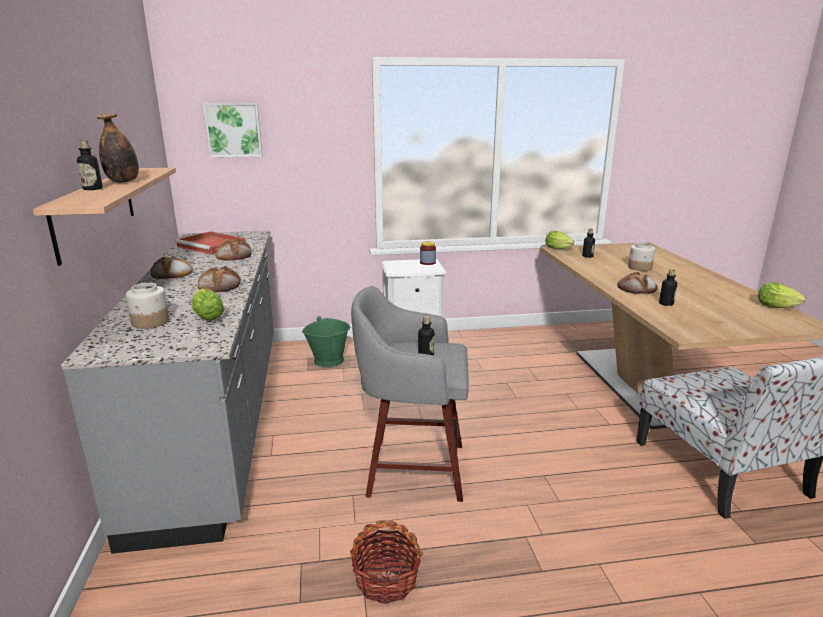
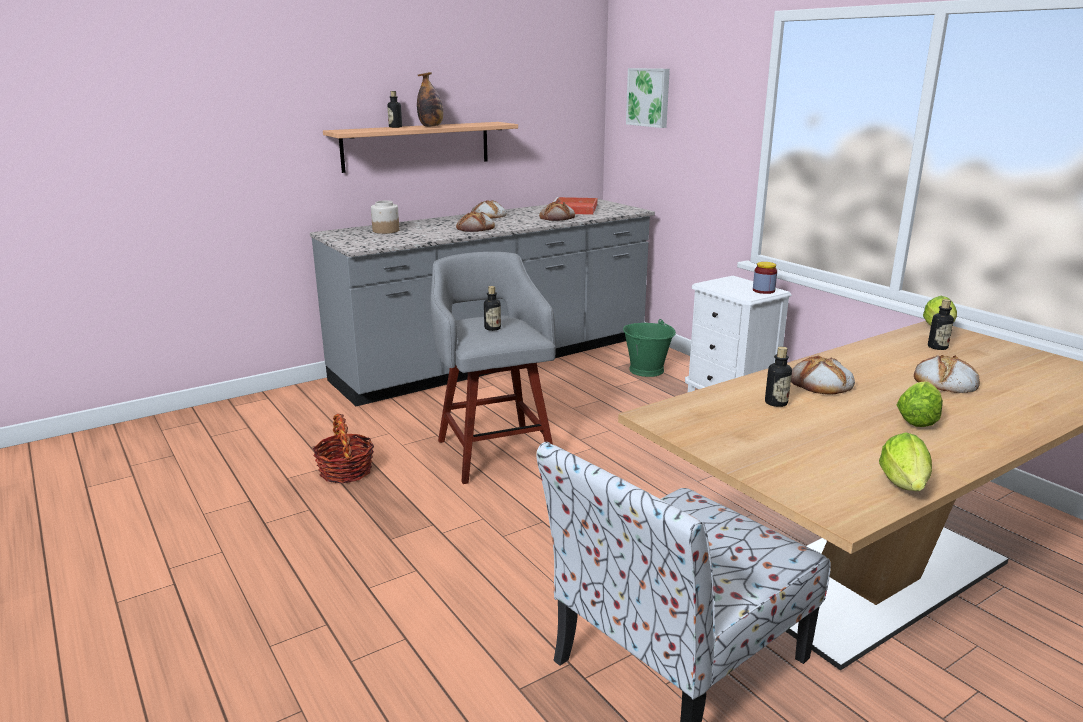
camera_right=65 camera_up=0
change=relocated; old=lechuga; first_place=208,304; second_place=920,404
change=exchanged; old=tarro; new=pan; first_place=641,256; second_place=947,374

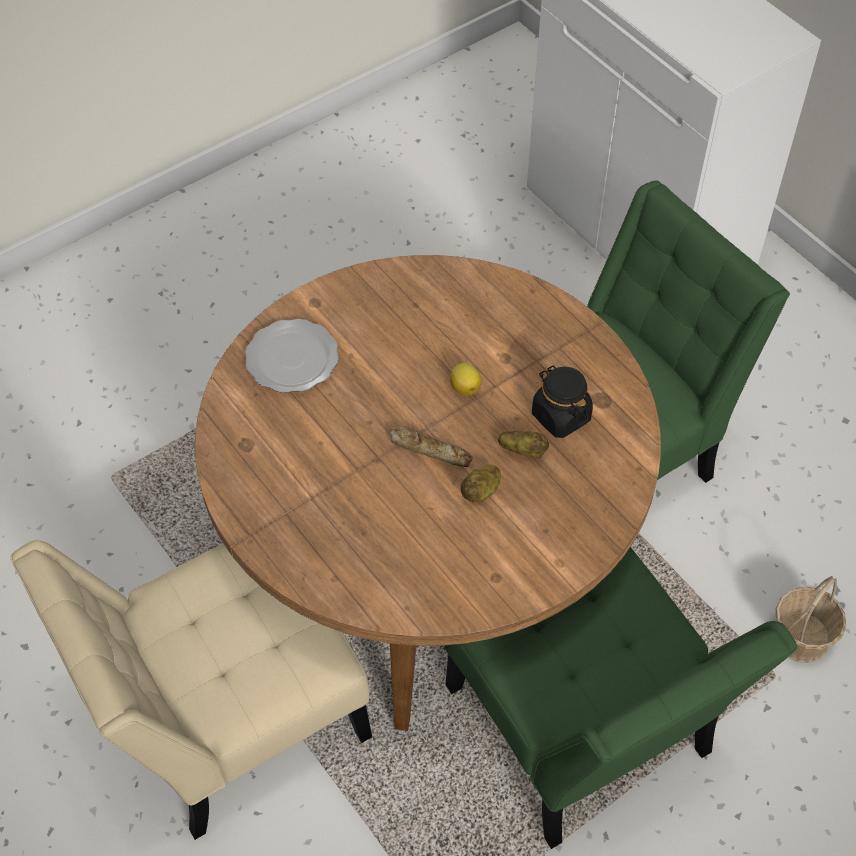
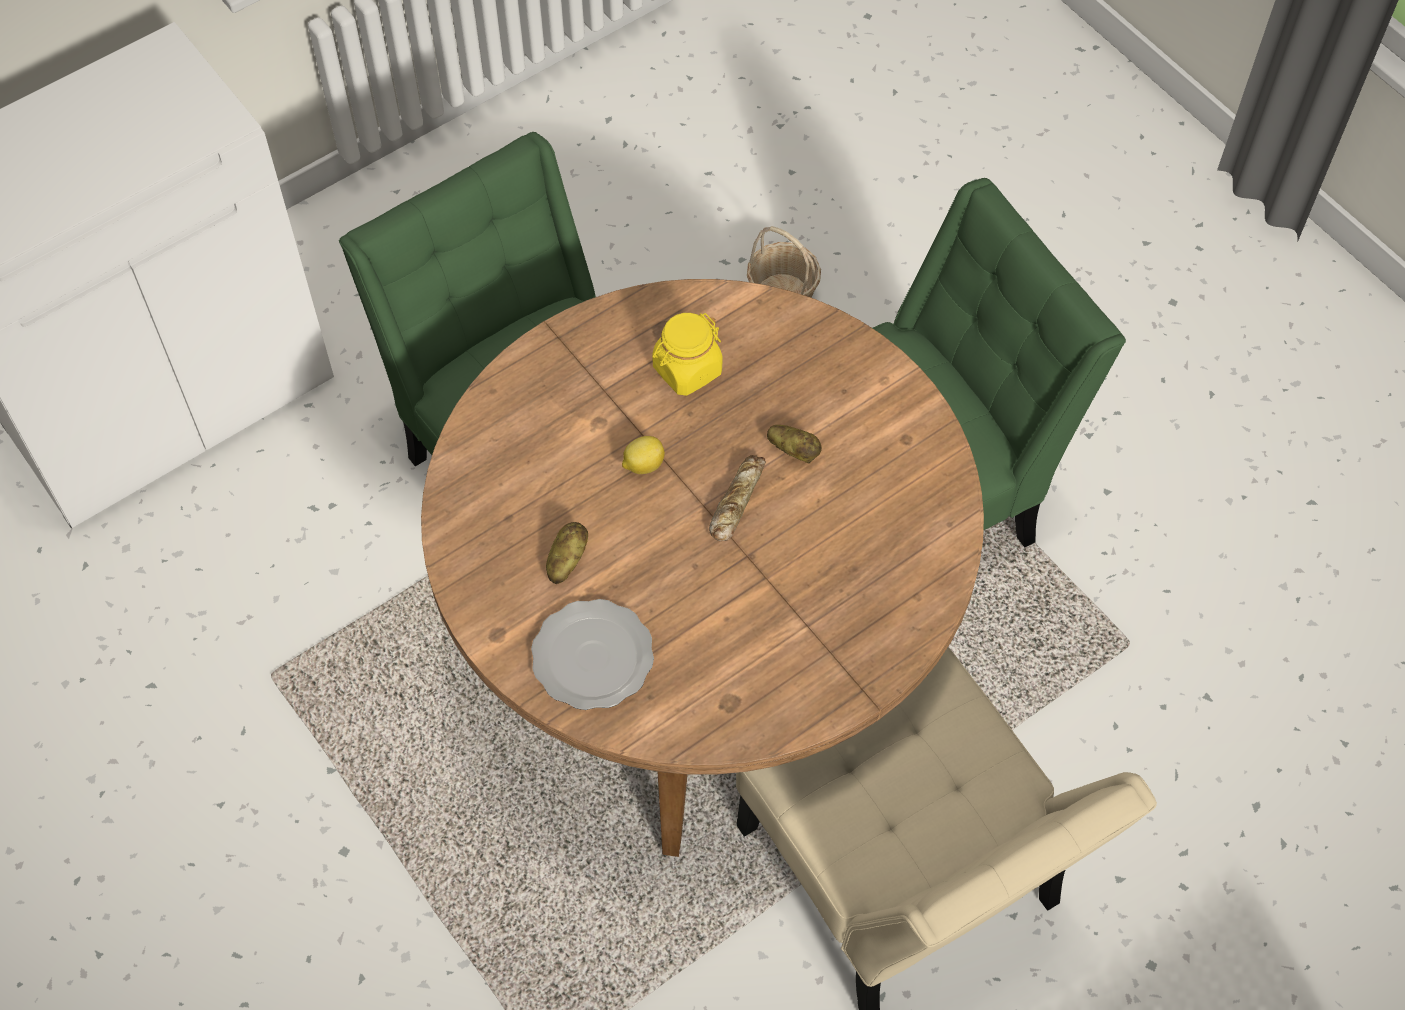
camera_right=-90 camera_up=5
change=relocated; old=patata; first_place=523,444; second_place=567,553
change=colour; old=tarro (negro); new=tarro (amarillo); first_place=562,401; second_place=687,354

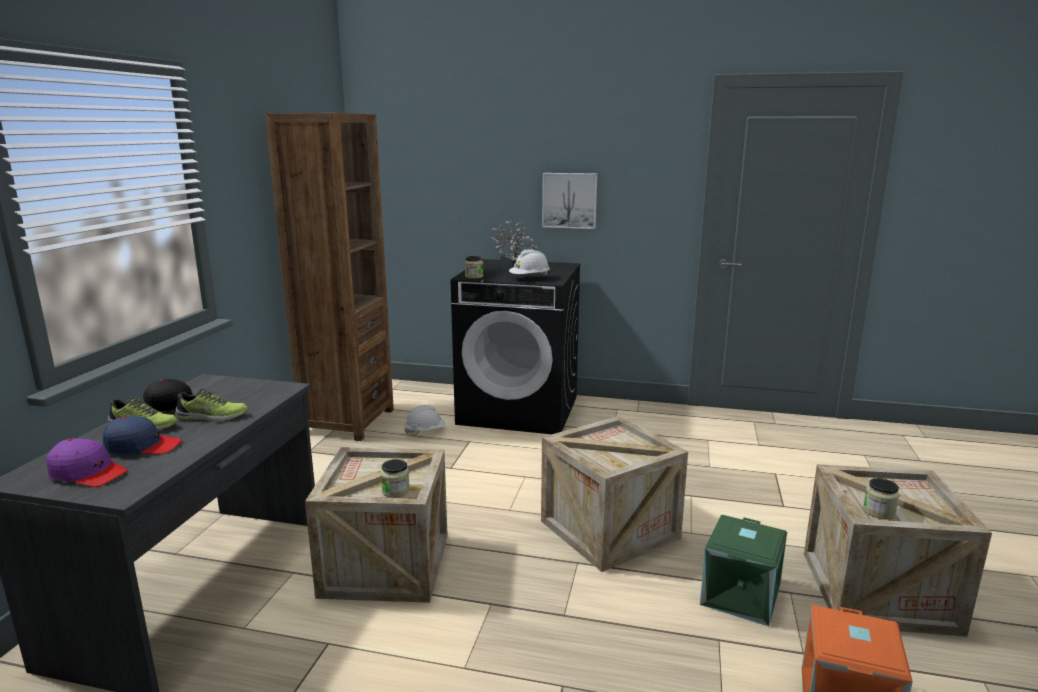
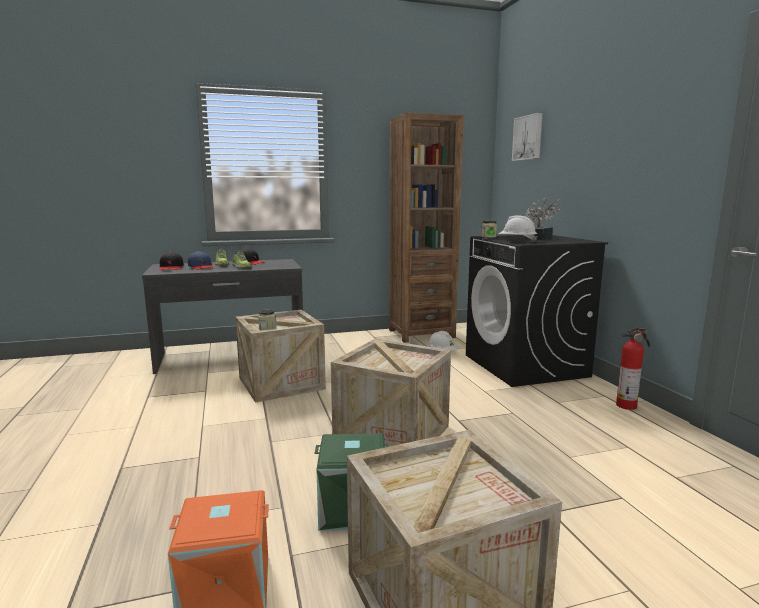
camera_right=60 camera_up=-5
change=colour; old=gorra (morado); new=gorra (negro); first_place=87,462; second_place=171,260
change=relocated; old=cuadro; first_place=569,201; second_place=527,137
change=missing; old=tarro; first_place=881,498
change=appeared; new=extintor; second_place=633,369

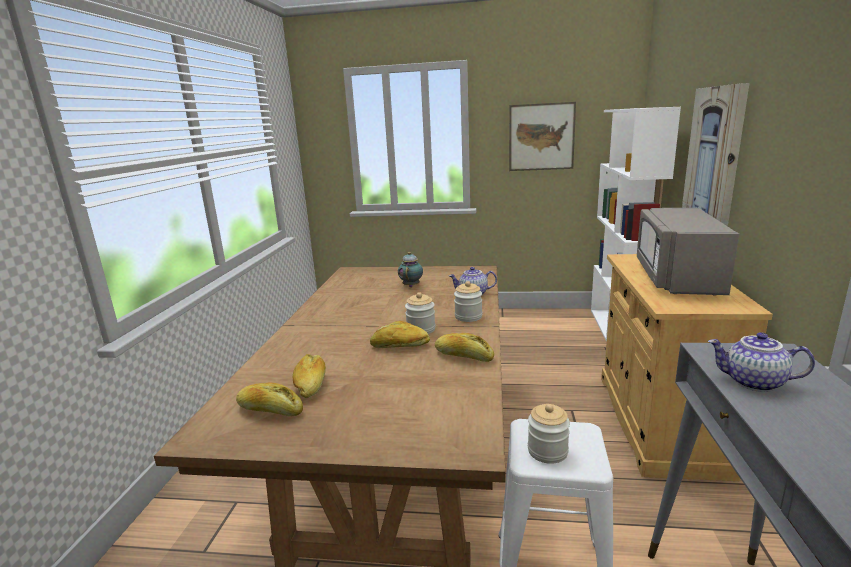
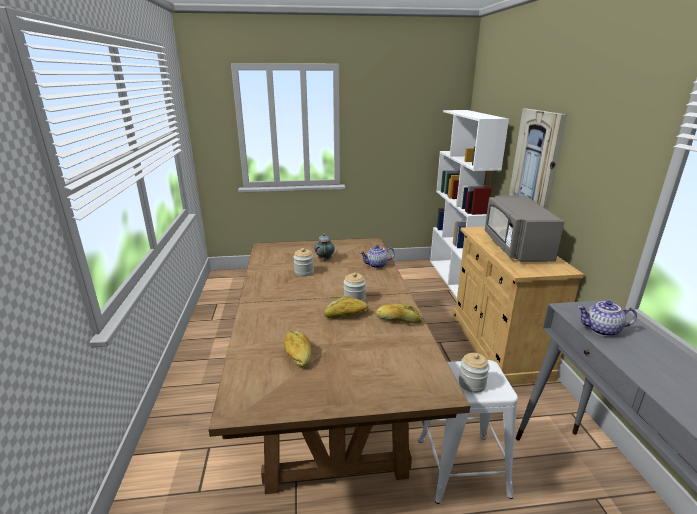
camera_right=-15 camera_up=5
change=missing; old=pan; first_place=269,399
change=relocated; old=tarro; first_place=468,301; second_place=304,262
change=missing; old=cuadro; first_place=542,136

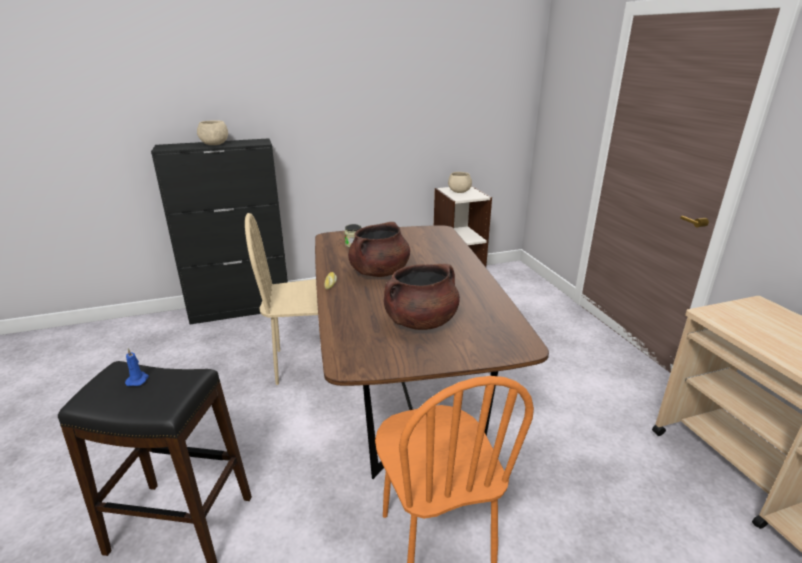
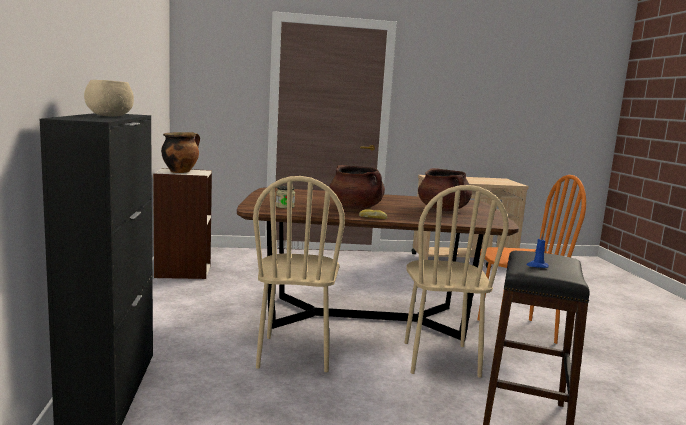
camera_right=-80 camera_up=-15
change=exchanged; old=cuenco (beis); new=olla; first_place=460,182; second_place=180,152
change=appeared; new=silla (beis); second_place=457,281

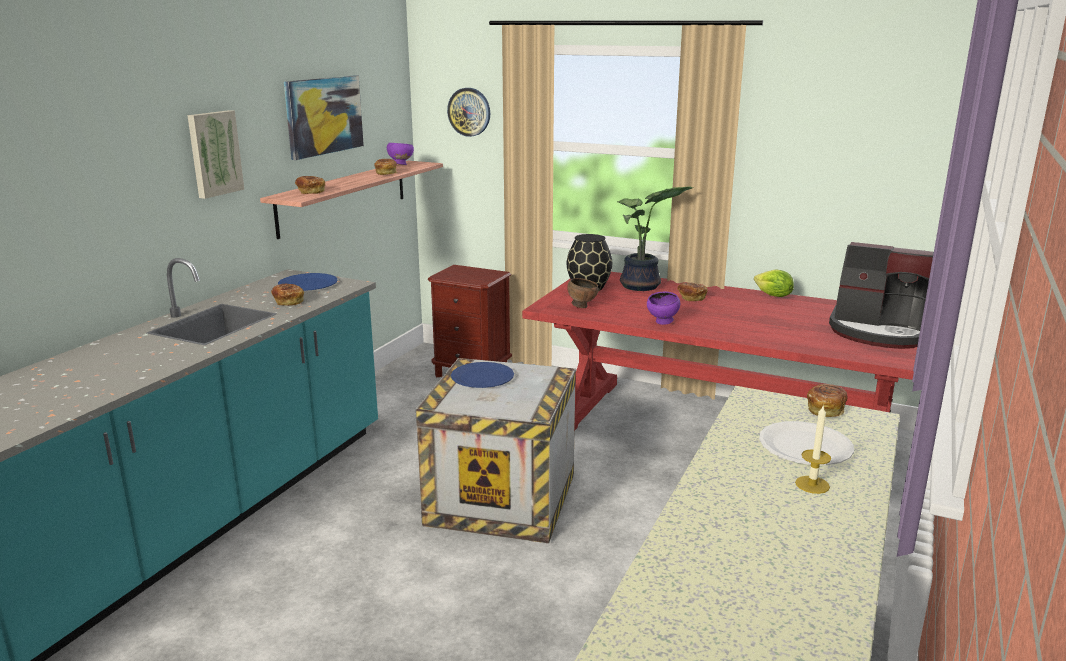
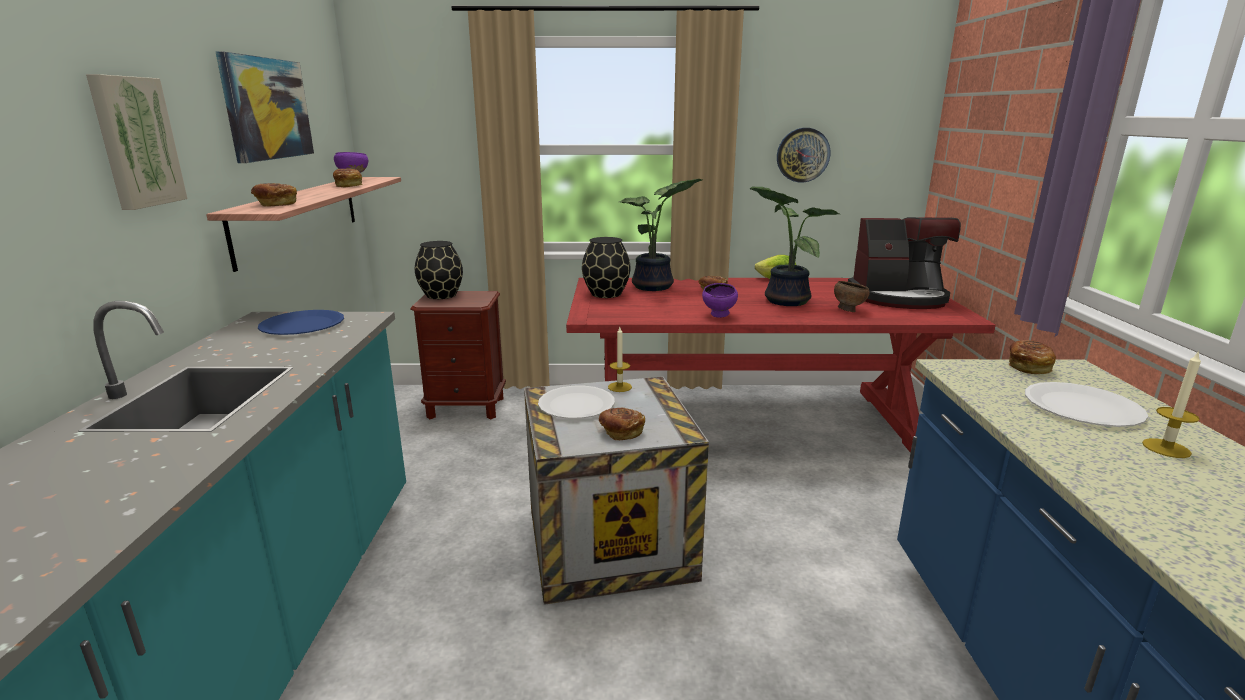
camera_right=-25 camera_up=0
change=relocated; old=pan; first_place=287,295; second_place=622,424
change=relocated; old=reloj de pared; first_place=468,112; second_place=803,155
change=colour; old=plato (azul); new=plato (blanco); first_place=482,375; second_place=576,402
change=relocated; old=cuenco (marrón); first_place=583,293; second_place=852,296
change=appeared; new=florero (negro); second_place=439,270
change=appeared; new=vela; second_place=620,359
change=appeared; new=planta en maceta; second_place=794,246

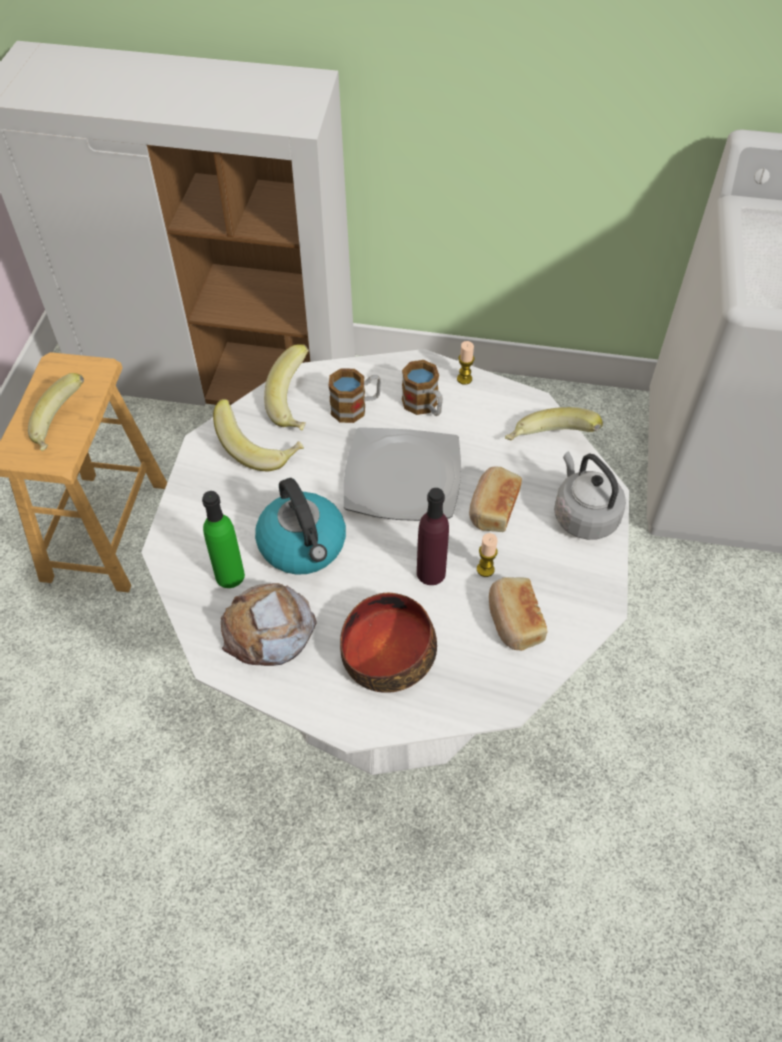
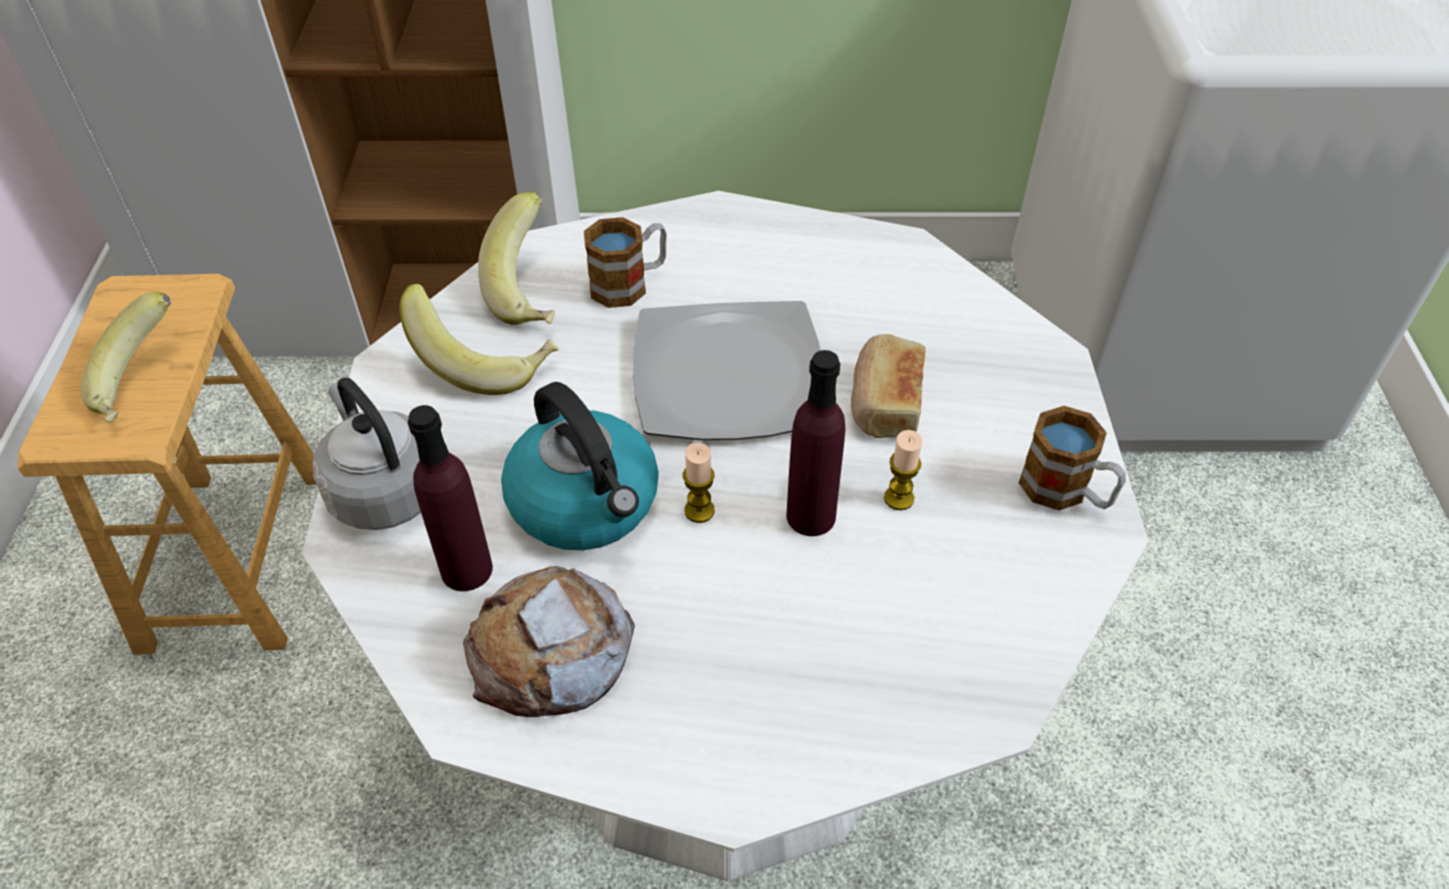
camera_right=-10 camera_up=-5
change=colour; old=botella (verde); new=botella (morado); first_place=223,539; second_place=450,498
change=missing; old=cuenco; first_place=388,643
change=relocated; old=taza grande; first_place=422,388; second_place=1072,458
change=relocated; old=vela; first_place=465,363; second_place=699,483
change=missing; old=pan; first_place=518,614
change=missing; old=plátano; first_place=554,424
change=relocated; old=hervidor (gris); first_place=590,496; second_place=367,454

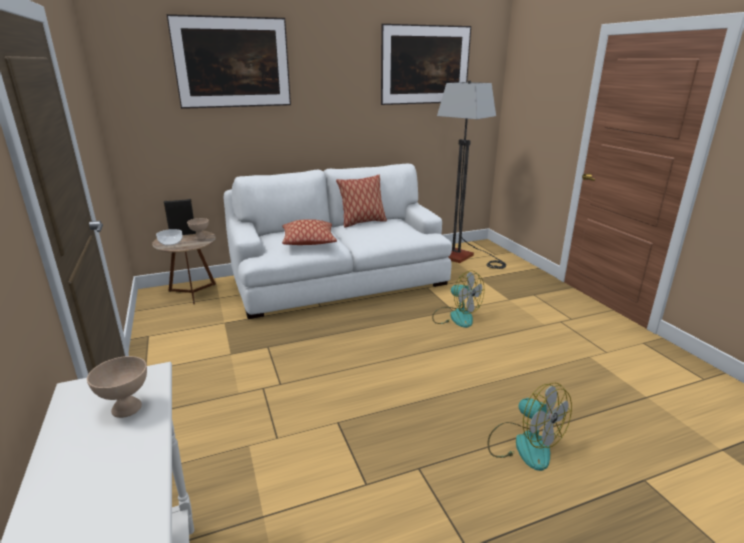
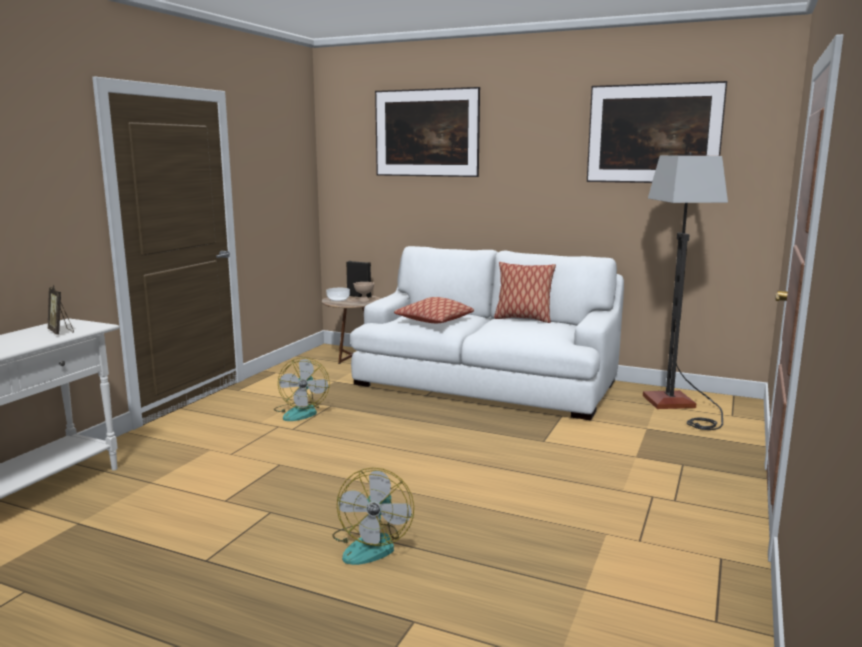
camera_right=45 camera_up=-10
change=exchanged; old=cuenco (beis); new=portarretratos; first_place=117,387; second_place=61,310
change=relocated; old=ventilador; first_place=458,299; second_place=302,389

